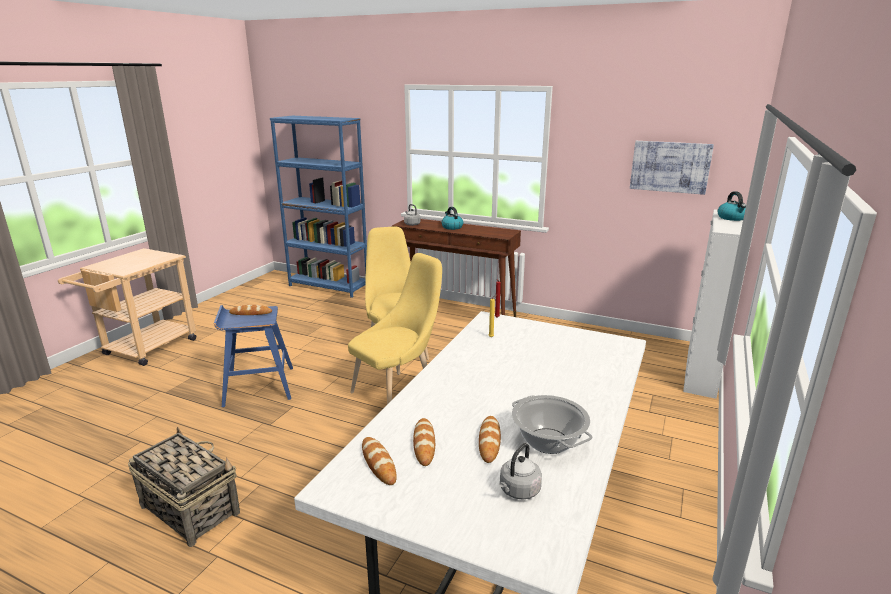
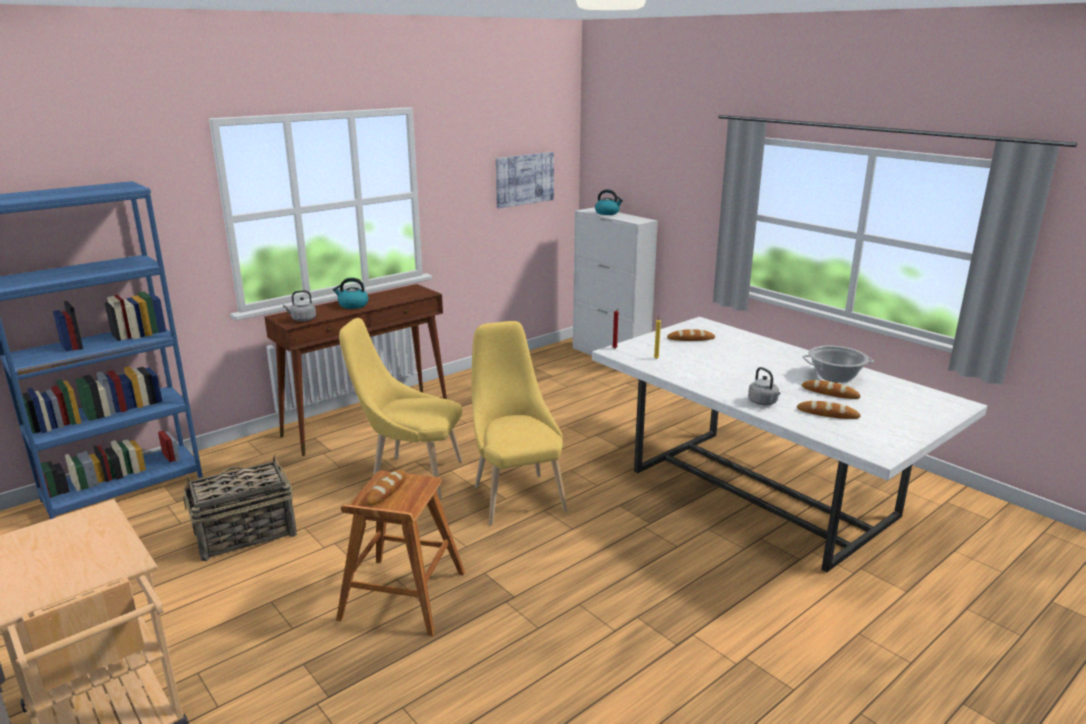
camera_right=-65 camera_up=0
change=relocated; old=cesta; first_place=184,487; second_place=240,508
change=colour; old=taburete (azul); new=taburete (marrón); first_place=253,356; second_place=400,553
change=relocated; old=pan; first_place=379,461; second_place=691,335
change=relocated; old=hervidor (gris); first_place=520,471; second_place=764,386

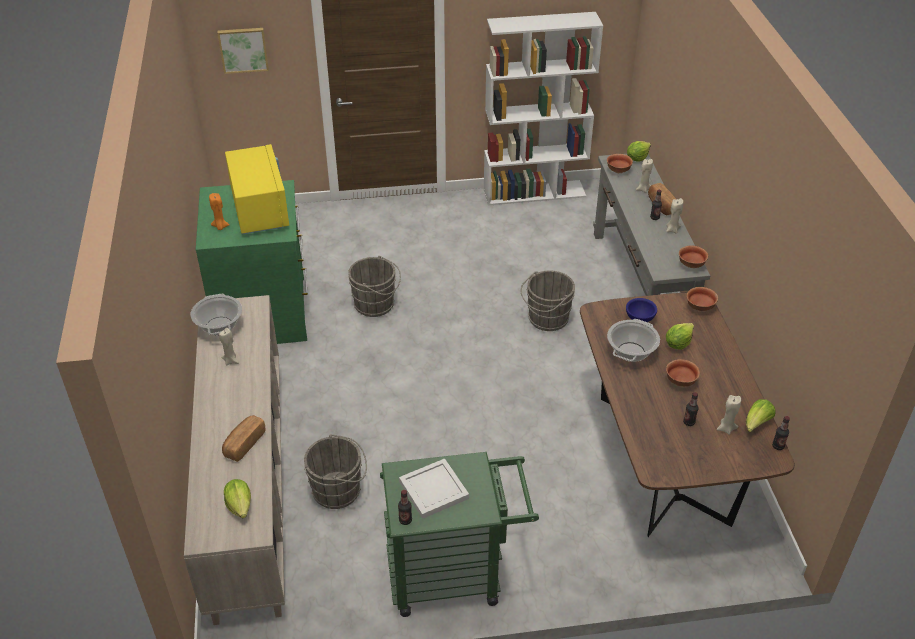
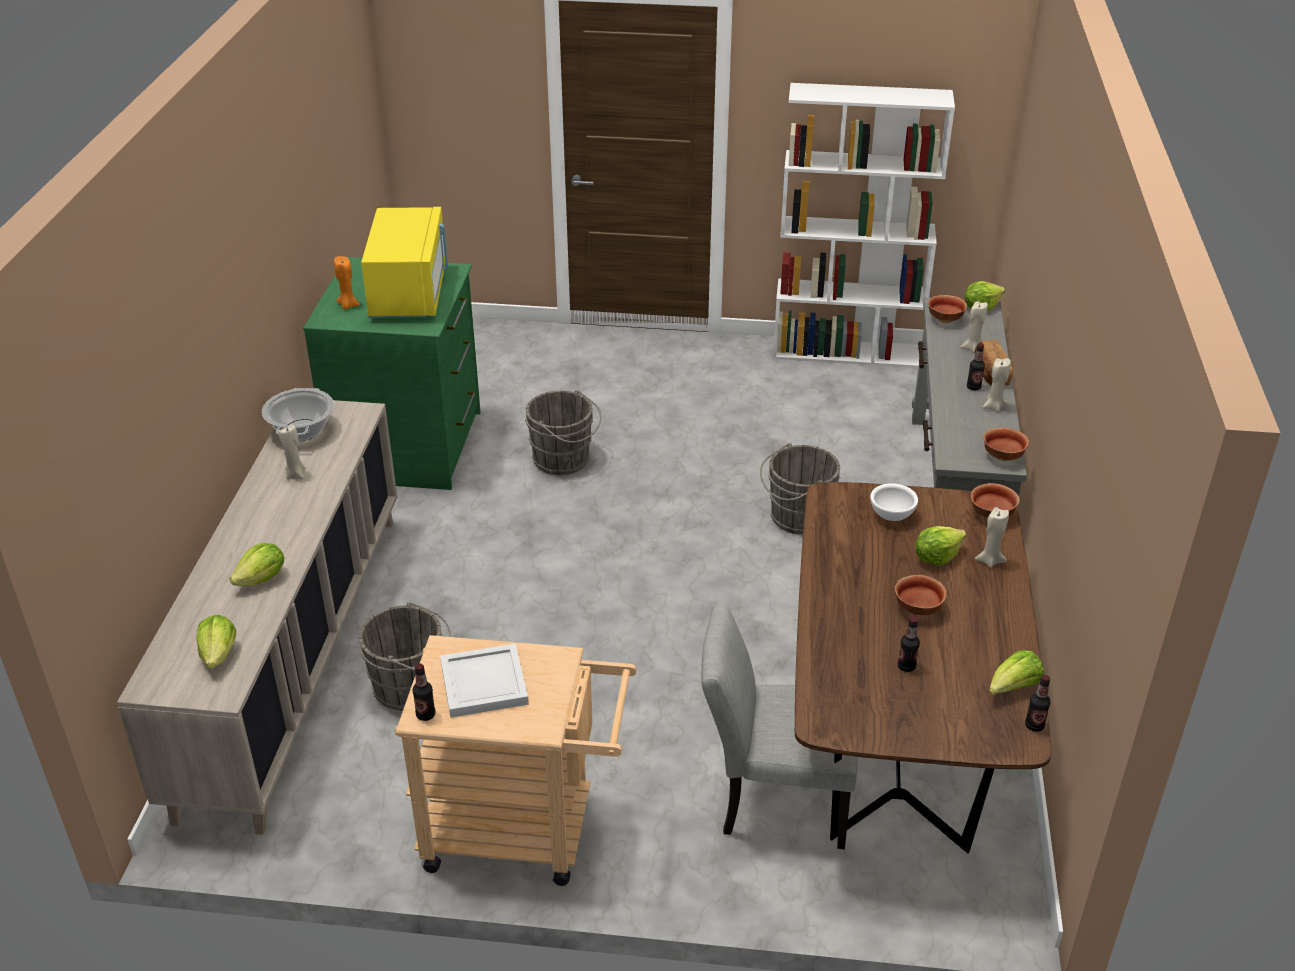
camera_right=15 camera_up=-5
change=missing; old=cuadro; first_place=243,51
change=exchanged; old=pan; new=lechuga; first_place=243,438; second_place=257,564
change=colour; old=carrito (verde); new=carrito (beis); first_place=459,534; second_place=516,760
change=missing; old=olla; first_place=633,340
change=colour; old=cuenco (azul); new=cuenco (blanco); first_place=641,310; second_place=894,502
change=relocated; old=vela (beis); first_place=729,415; second_place=992,537
change=appeared; new=silla (gris); second_place=779,726

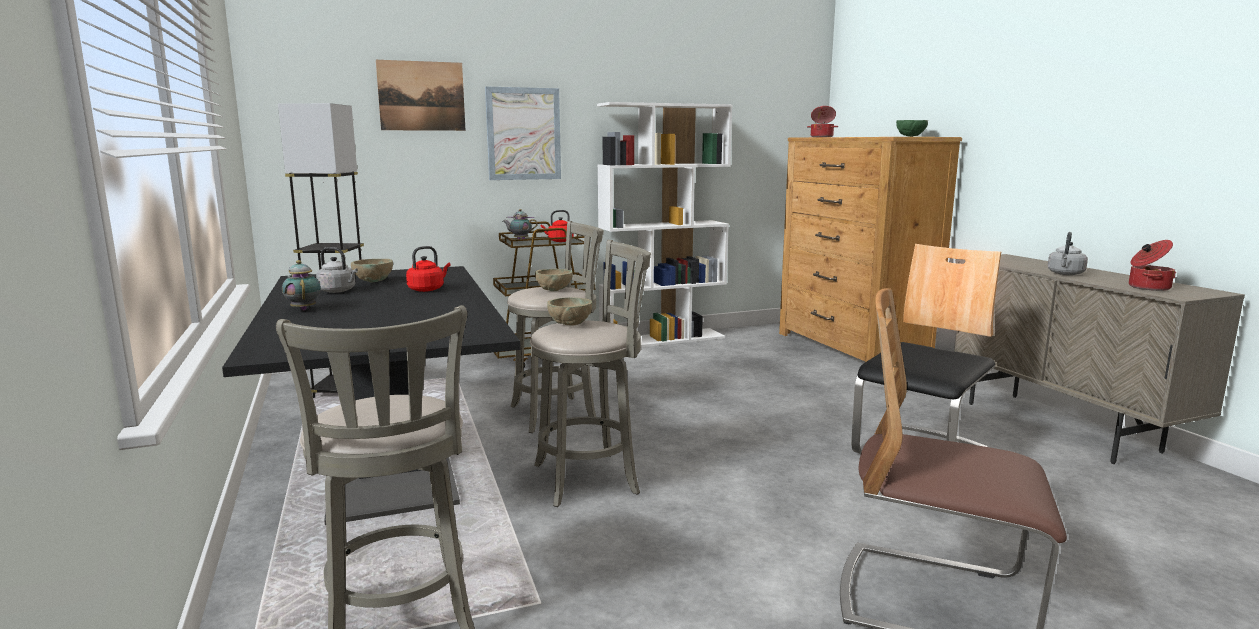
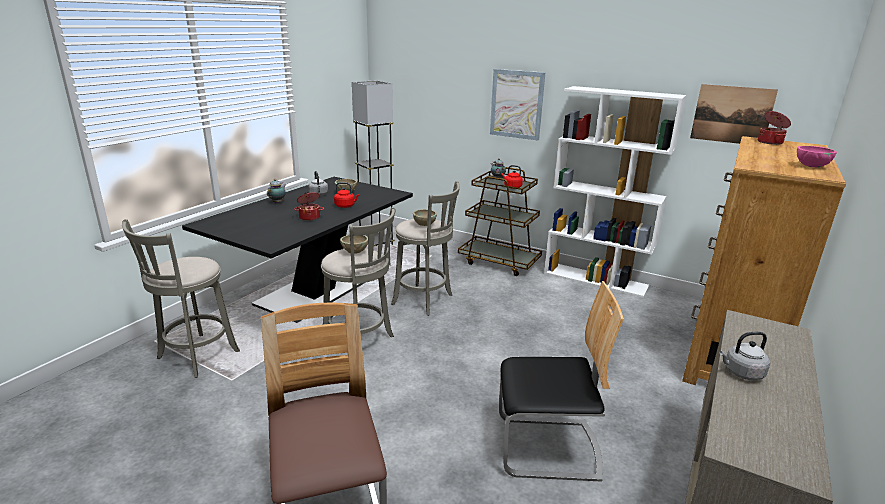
camera_right=50 camera_up=10
change=relocated; old=cuadro; first_place=421,95; second_place=734,114
change=colour; old=cuenco (verde); new=cuenco (rosa); first_place=912,128; second_place=817,156
change=relocated; old=olla; first_place=1152,265; second_place=309,206

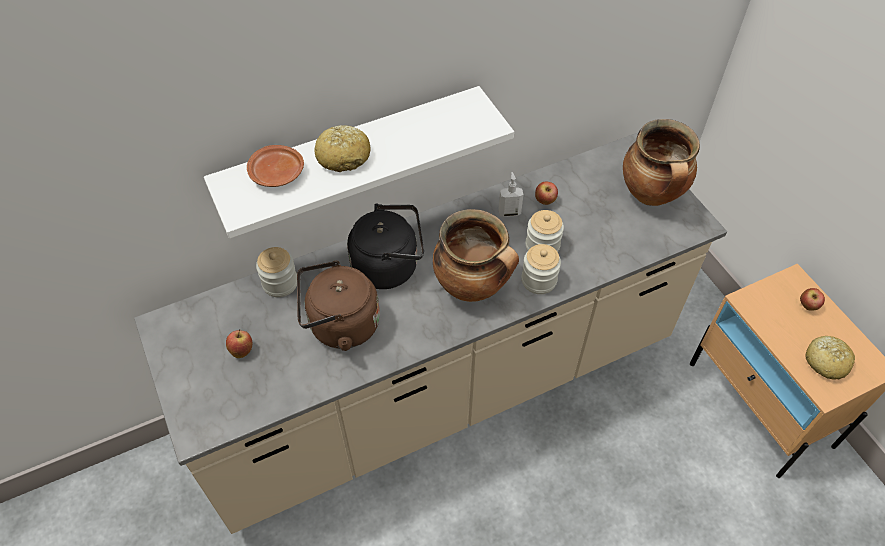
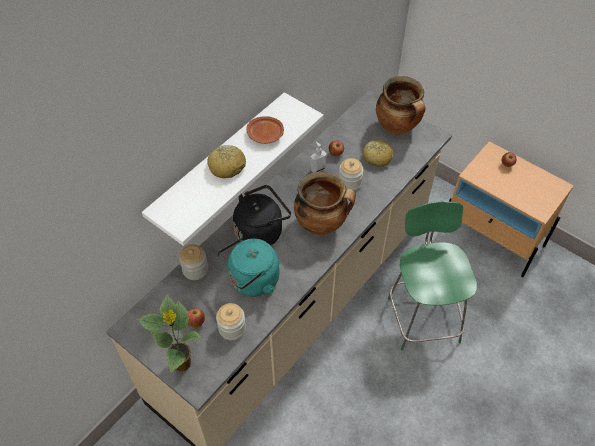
camera_right=-25 camera_up=0
change=relocated; old=plato (marrón); first_place=275,166; second_place=265,130
change=colour; old=hervidor (marrón); new=hervidor (turquesa); first_place=338,306; second_place=248,267
change=relocated; old=tarro; first_place=541,269; second_place=231,321
change=relocated; old=pan; first_place=830,357; second_place=378,153
change=appeared; new=planta en maceta; second_place=170,333
change=appeared; new=silla (verde); second_place=432,276

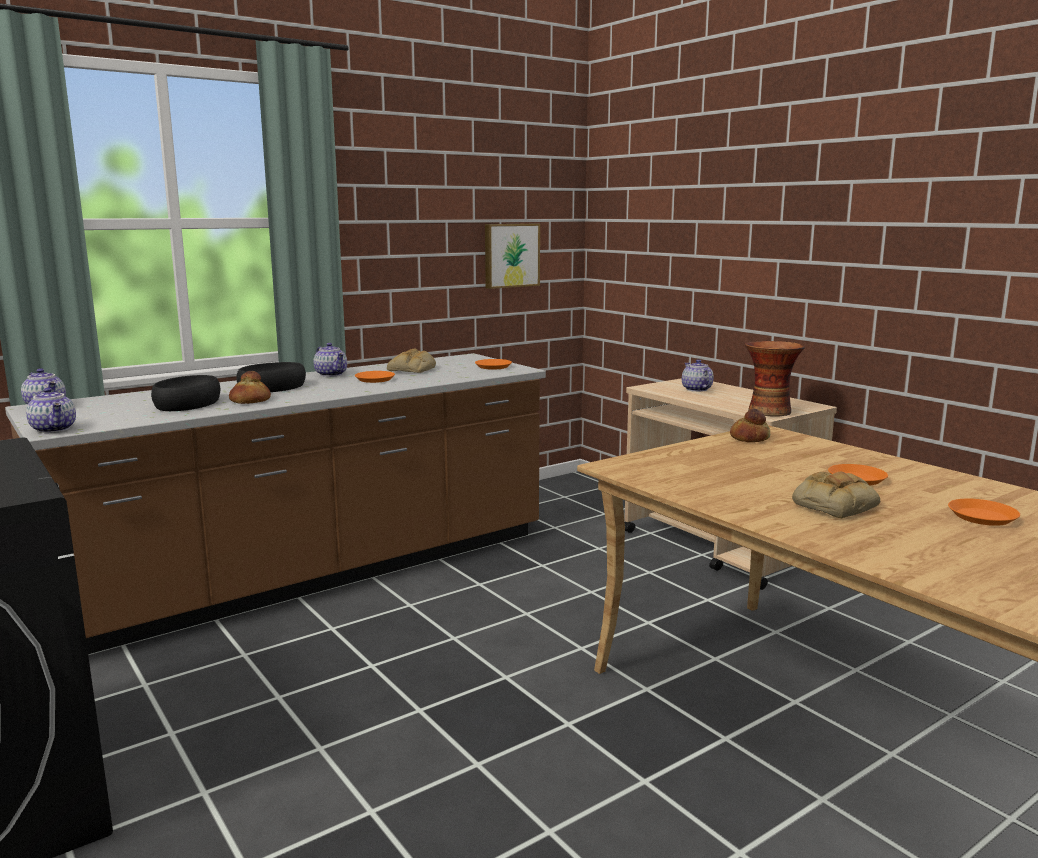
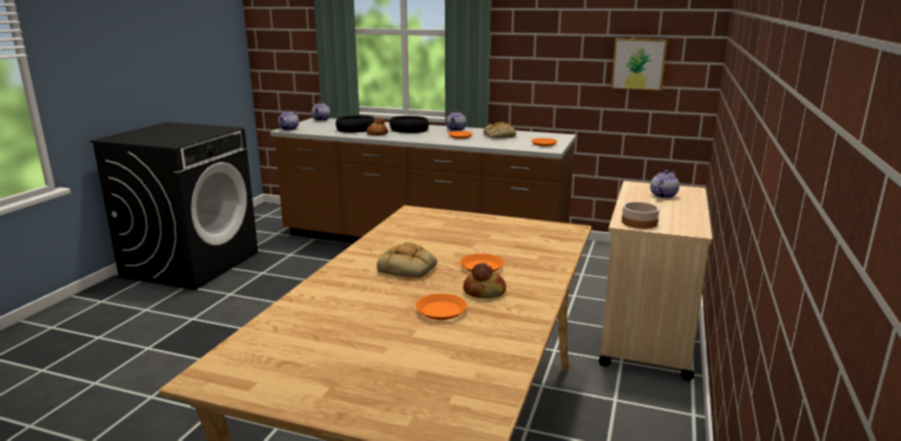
camera_right=55 camera_up=5
change=relocated; old=pan; first_place=750,425; second_place=484,280
change=exchanged; old=florero; new=cuenco; first_place=775,379; second_place=640,215

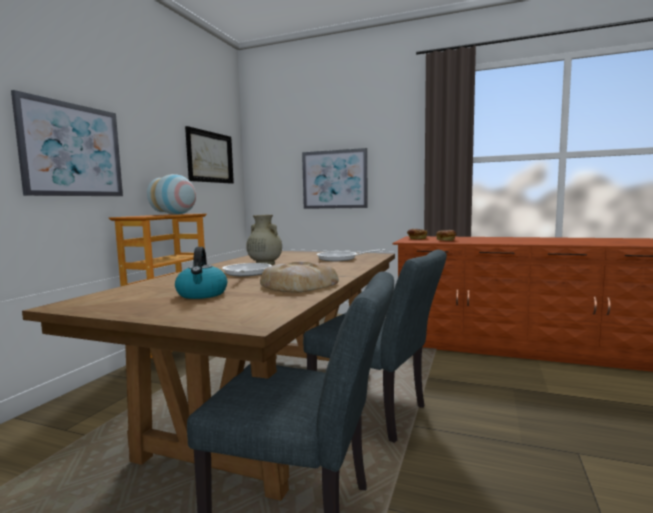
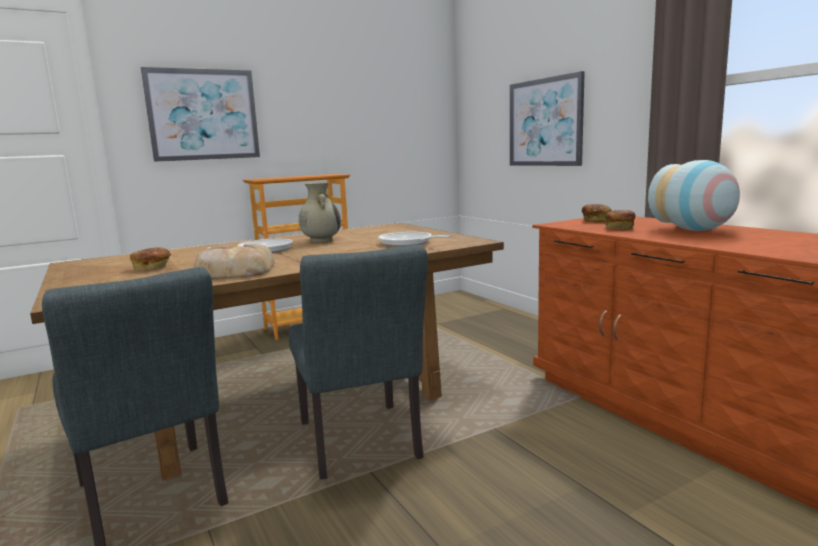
camera_right=40 camera_up=5
change=relocated; old=florero; first_place=171,194; second_place=694,195
change=exchanged; old=hervidor; new=pan; first_place=201,273; second_place=150,258
change=missing; old=cuadro; first_place=209,155

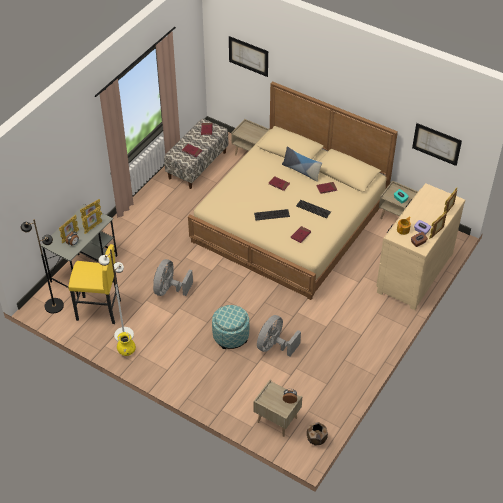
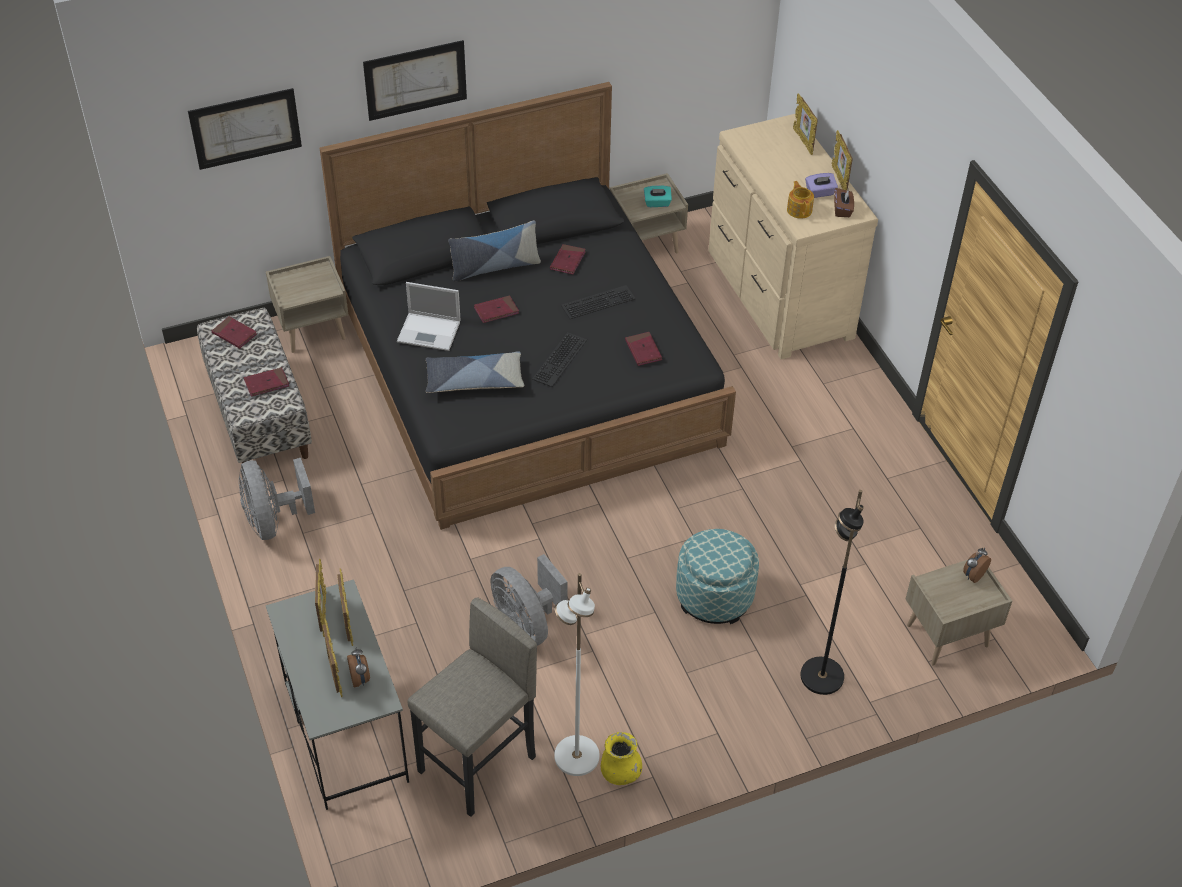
camera_right=-55 camera_up=0
change=relocated; old=lámpara de pie (negro); first_place=42,266; second_place=832,592
change=colour; old=taburete (amarillo); new=taburete (gris); first_place=94,284; second_place=472,707
change=colour; old=cama (beis); new=cama (negro); first_place=293,190; second_place=528,306
change=relocated; old=ventilador (gris); first_place=279,336; second_place=277,499
change=missing; old=maceta (marrón); first_place=317,434
change=relocated; old=cuadro; first_place=437,144; second_place=415,80
change=appeared; new=portátil; second_place=429,316
change=appeared; new=cojín; second_place=475,372

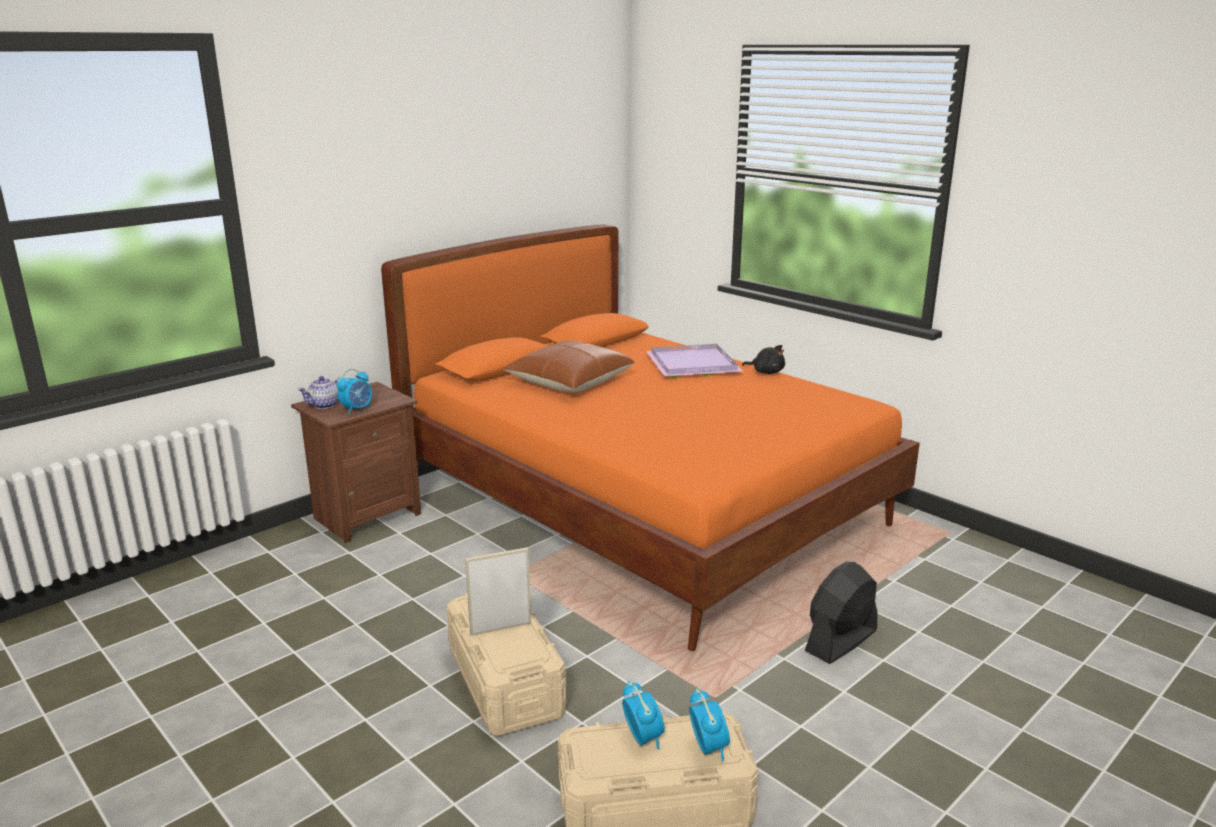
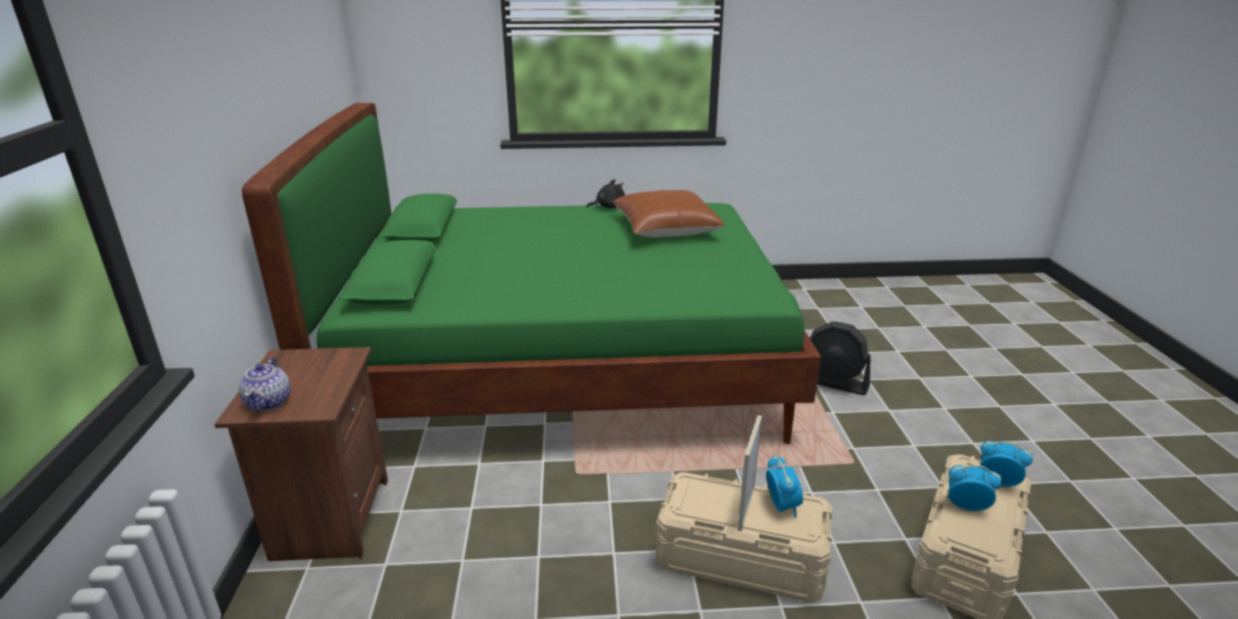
camera_right=-50 camera_up=5
change=relocated; old=despertador; first_place=354,391; second_place=784,486
change=colour; old=cama (naranja); new=cama (verde); first_place=650,437; second_place=531,273
change=relocated; old=cojín (marrón); first_place=568,366; second_place=669,214
change=missing; old=bandeja (morado); first_place=694,361
change=spun; old=ventilador (negro); first_place=841,613; second_place=840,358; degrees=-60

